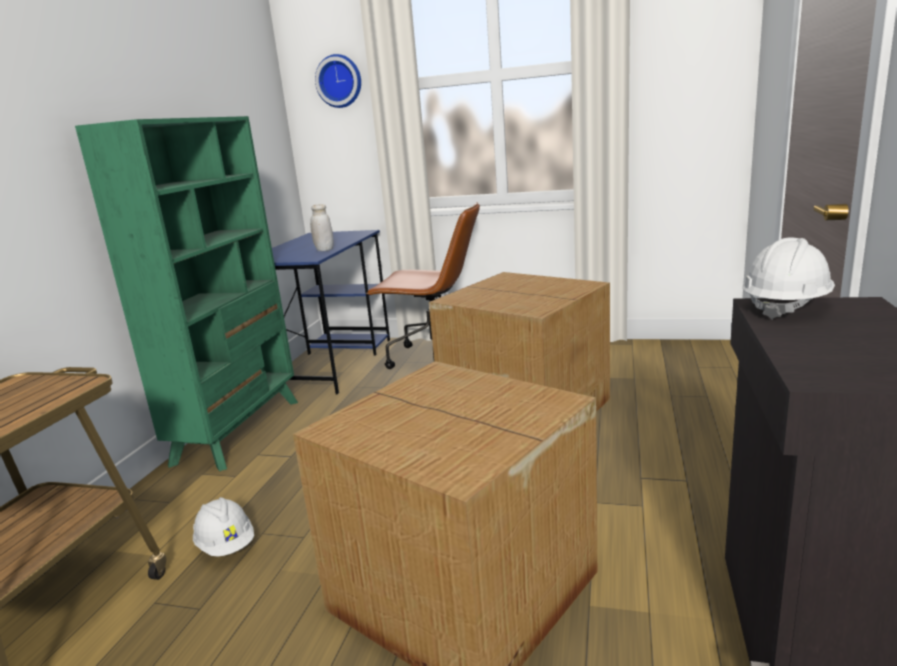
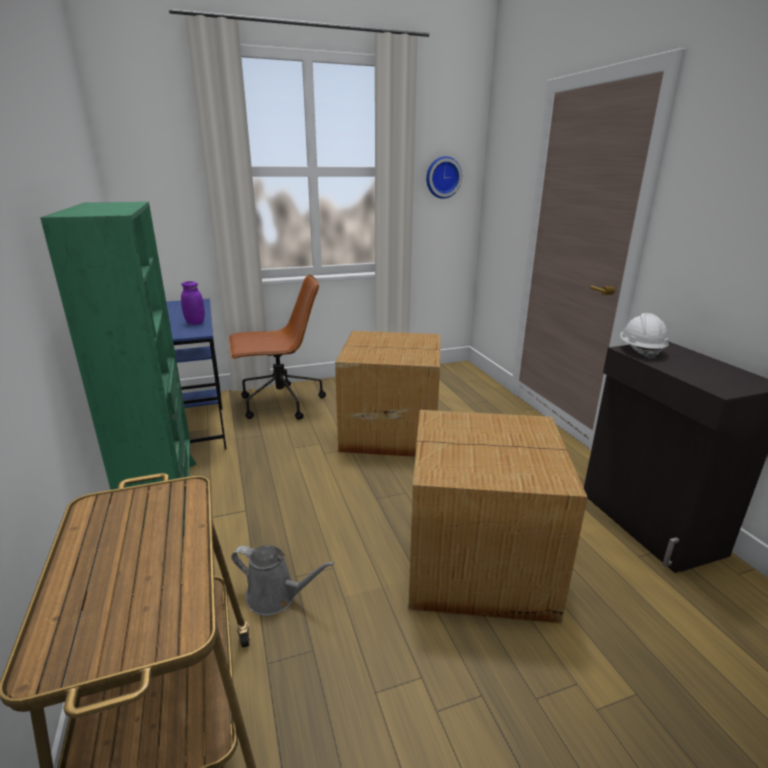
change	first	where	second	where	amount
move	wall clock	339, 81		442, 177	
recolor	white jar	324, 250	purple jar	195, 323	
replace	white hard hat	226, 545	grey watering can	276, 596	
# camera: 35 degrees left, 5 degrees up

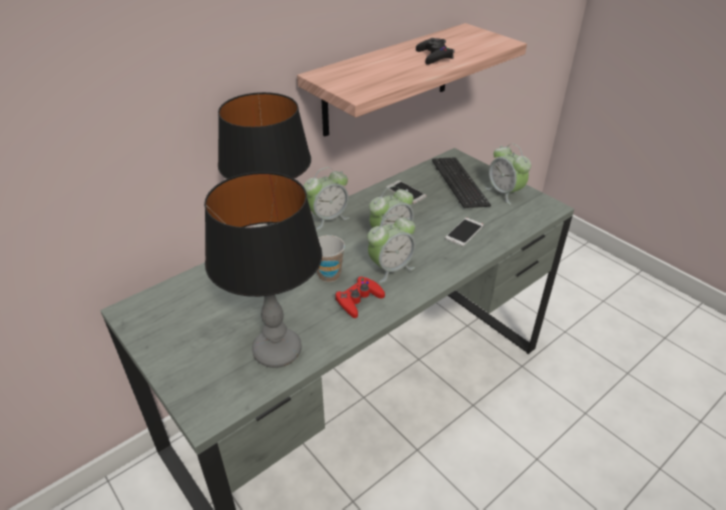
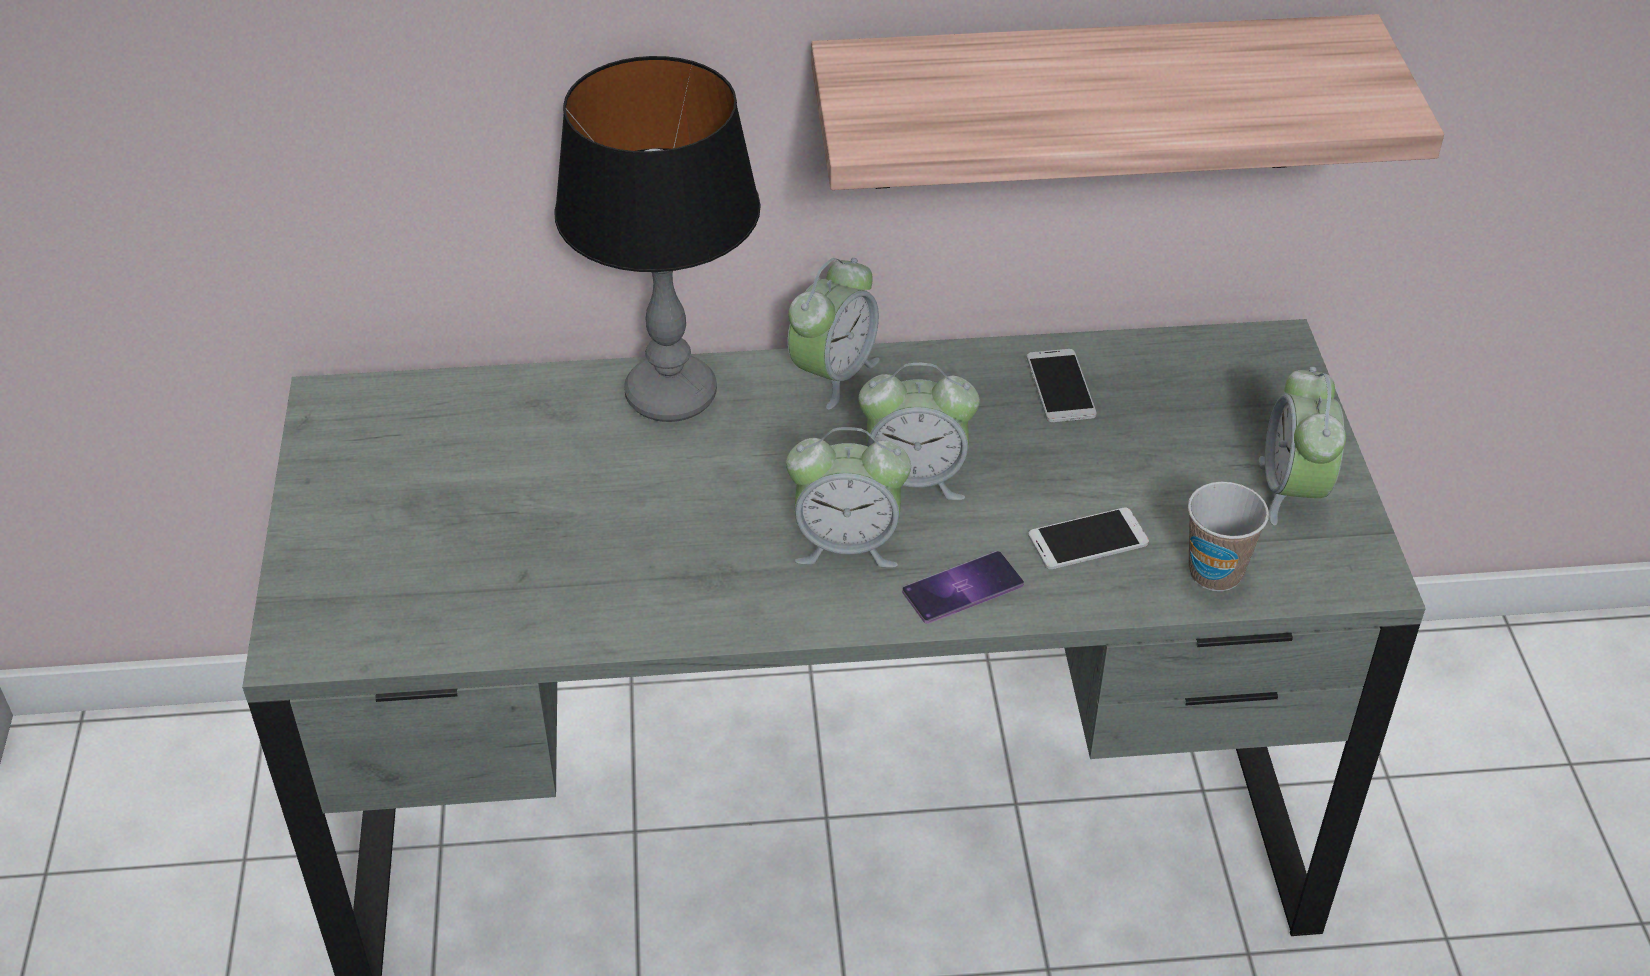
change	first	where	second	where	amount
delete	black game controller	434, 56			
delete	keyboard	459, 183			
rotate	alarm clock	328, 218		833, 374	60 degrees counterclockwise
delete	table lamp	277, 351			
move	cup	329, 275		1215, 573	
delete	red game controller	358, 300			
insert			phone	962, 588	
# camera: 35 degrees right, 5 degrees up

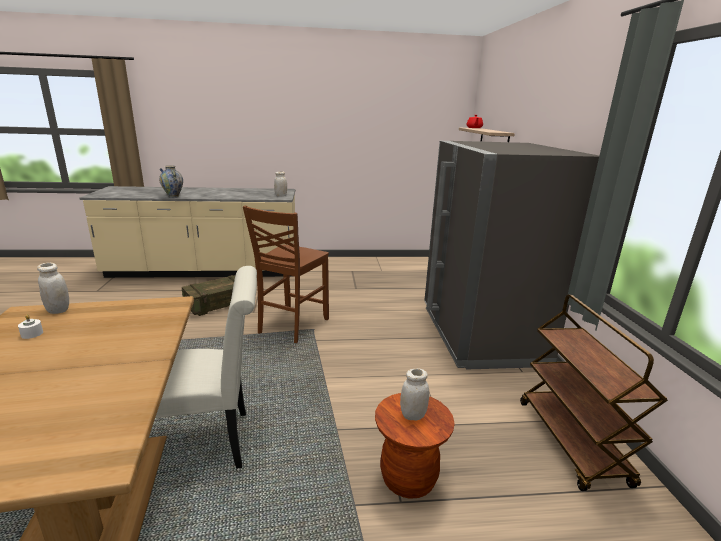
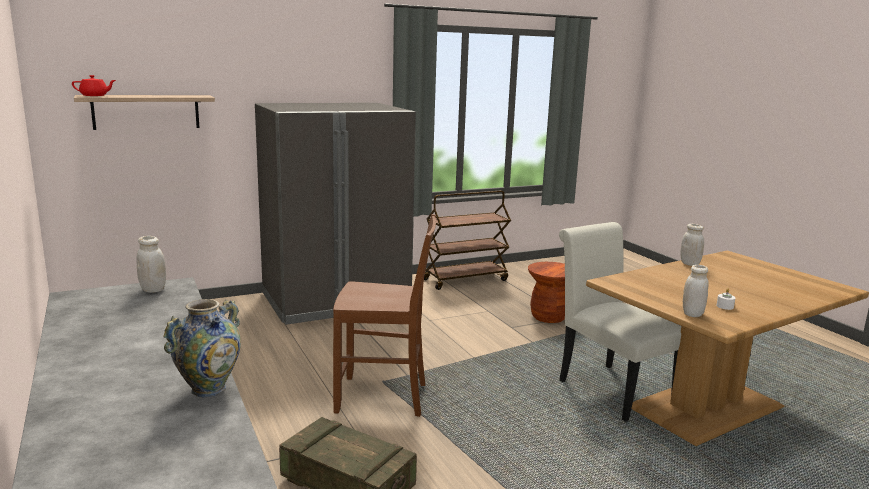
change	first	where	second	where	amount
move	white jar	413, 415		690, 264	
# camera: 110 degrees left, 5 degrees down

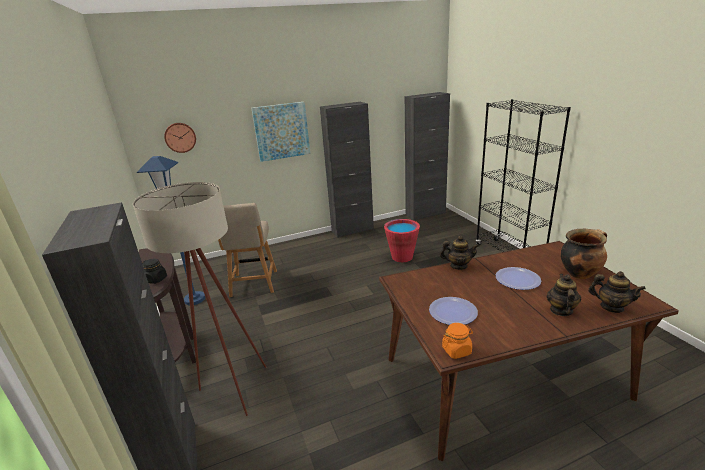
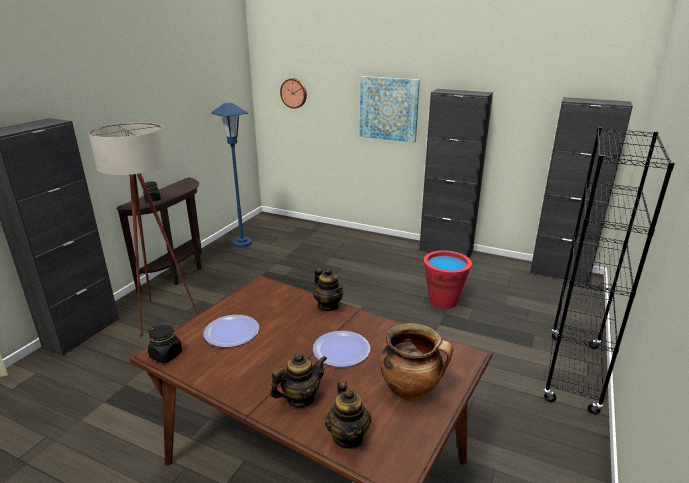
change	first	where	second	where	amount
delete	beige chair	253, 285			
recolor	orange jar	456, 350	black jar	166, 355	
# camera: 45 degrees right, 0 degrees up

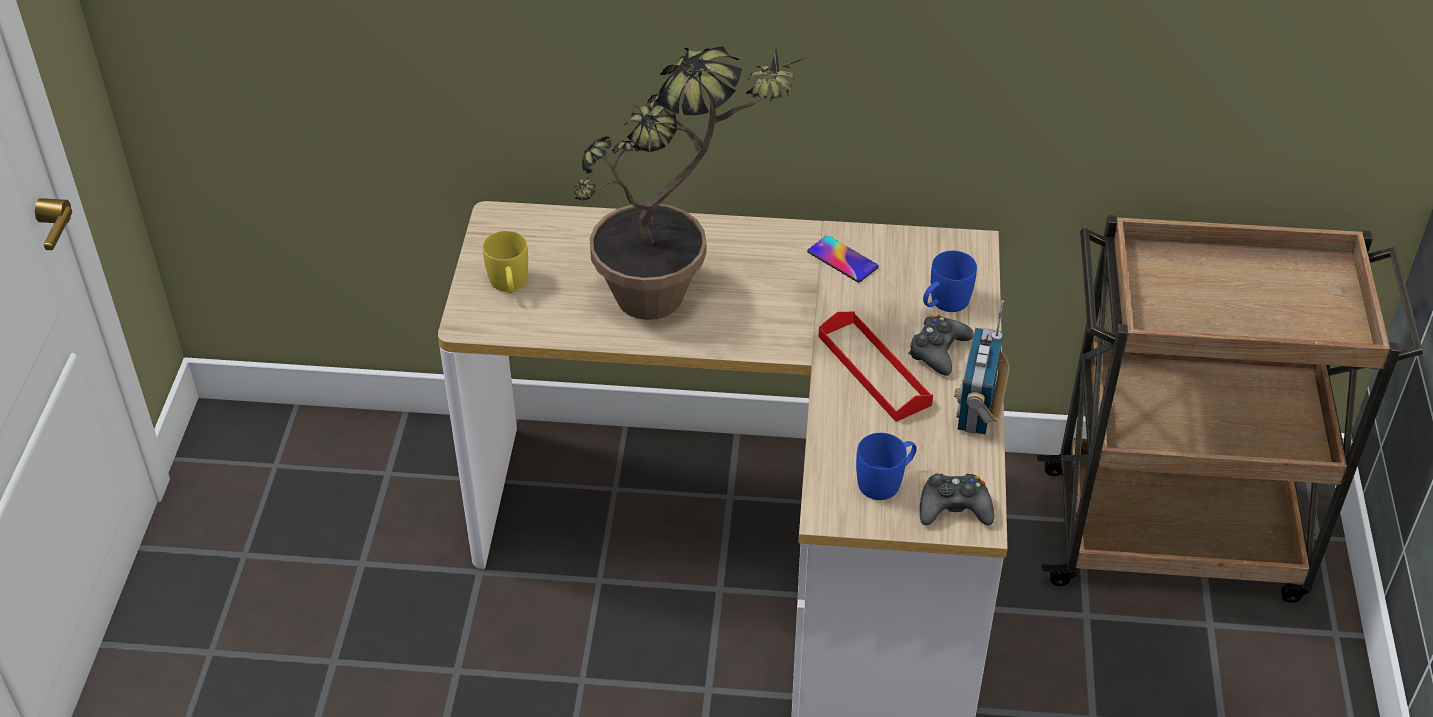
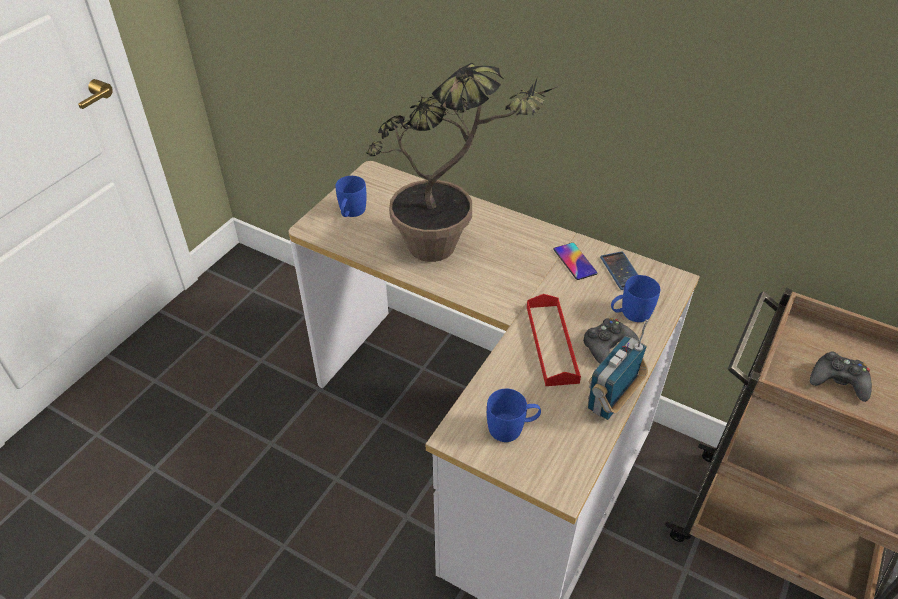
change	first	where	second	where	amount
recolor	yellow mug	509, 285	blue mug	351, 213	
move	black game controller	954, 508		838, 381	
insert			phone	621, 271	
# camera: 25 degrees right, 0 degrees up

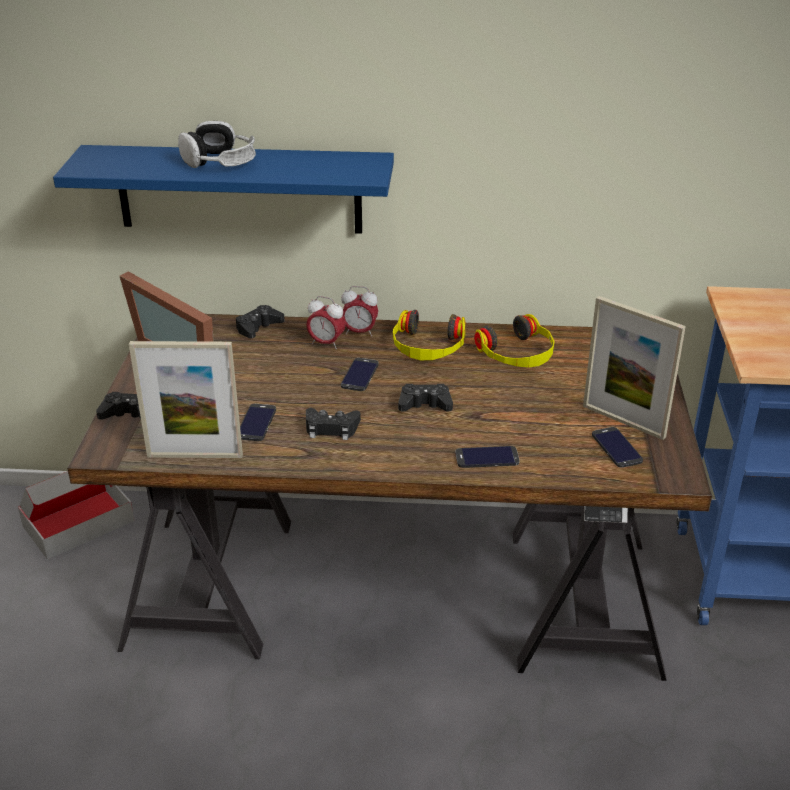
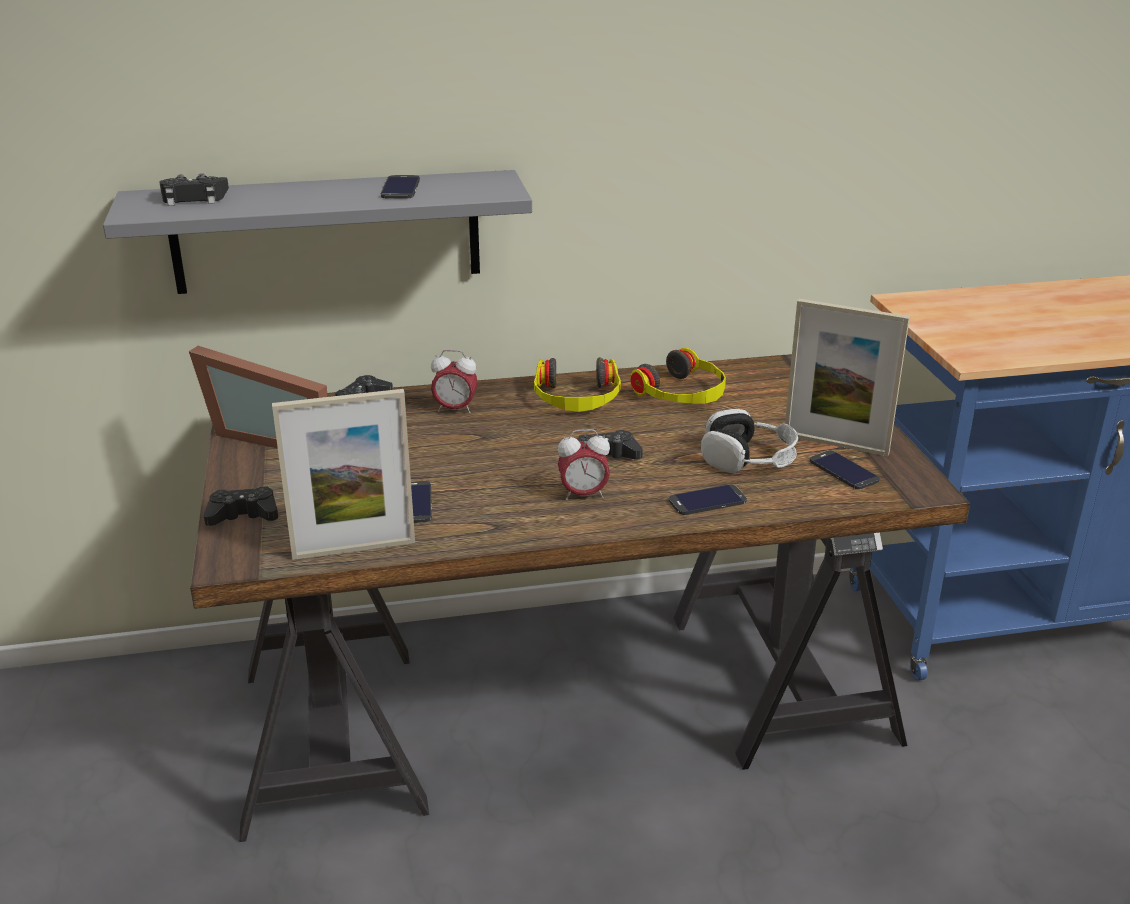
change	first	where	second	where	amount
move	headphones	219, 161		748, 459	
recolor	blue shelf	239, 189	grey shelf	326, 232	
move	alarm clock	359, 332		583, 495	
move	phone	360, 375		400, 188	
move	black game controller	331, 428		193, 198	
delete	cardboard box	79, 523			
# camera: 15 degrees left, 5 degrees down

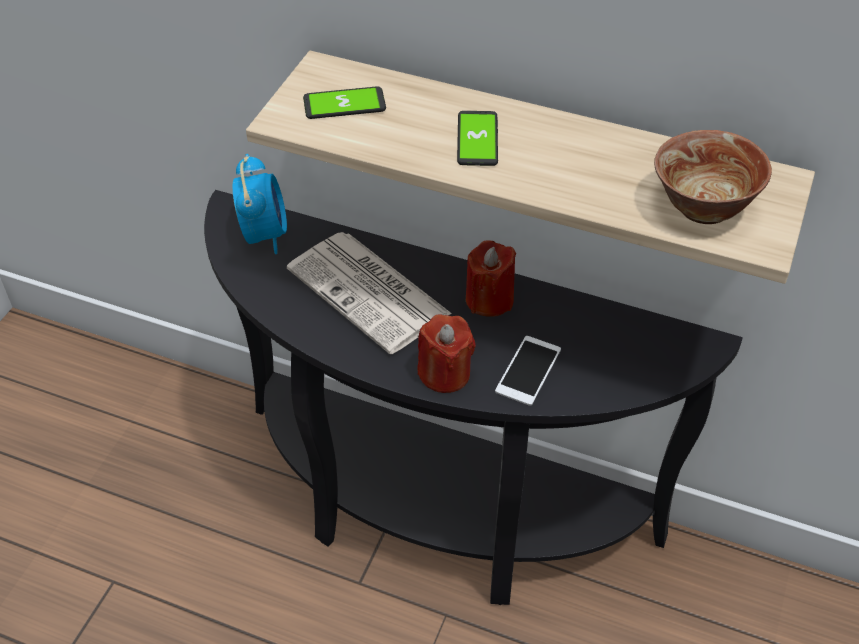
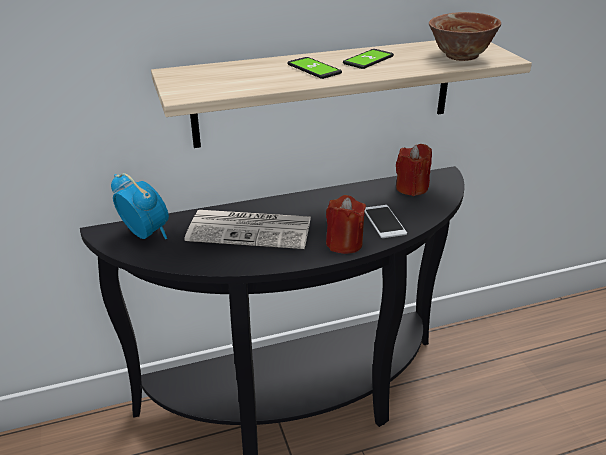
change	first	where	second	where	amount
move	phone	344, 104		368, 60	
move	red candle	489, 299		411, 188	
# camera: 40 degrees left, 15 degrees down

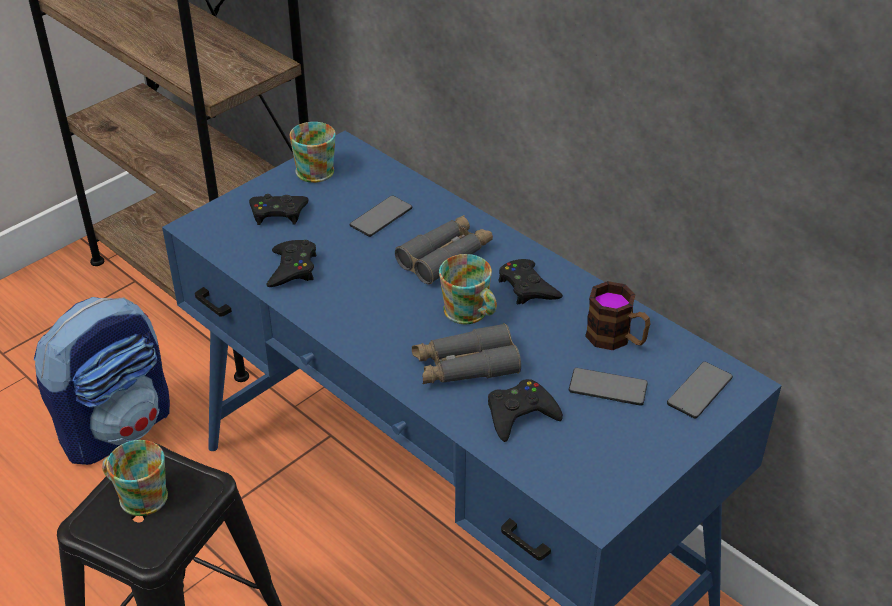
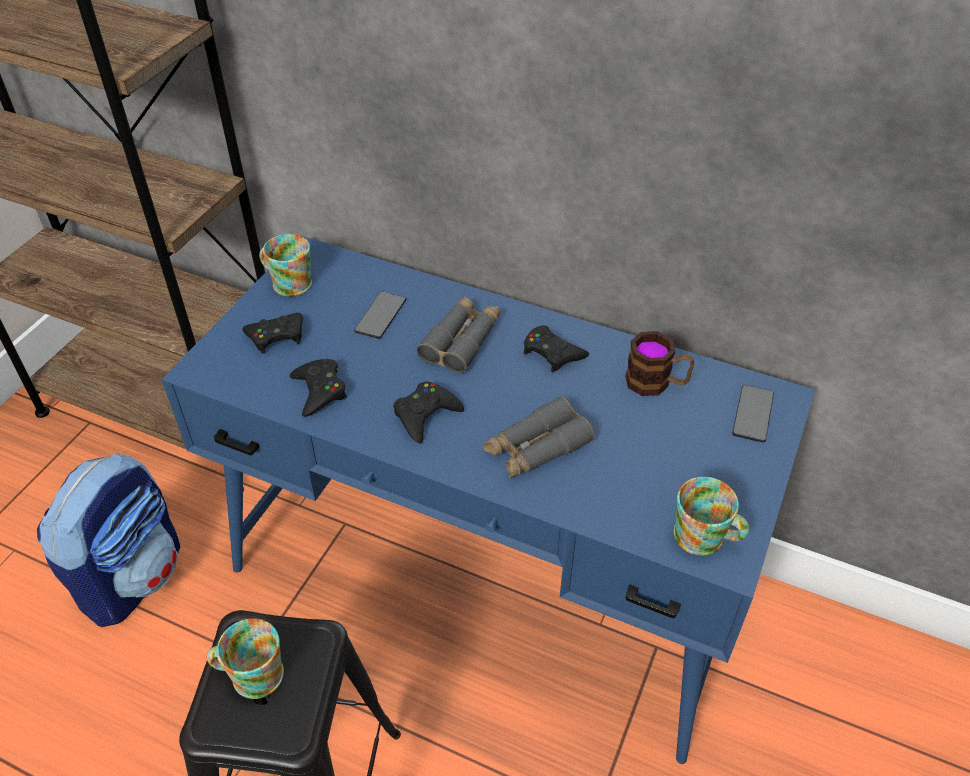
change	first	where	second	where	amount
move	mug	469, 313		705, 538	
delete	phone	607, 388			
move	black game controller	520, 415		425, 415	
# camera: 20 degrees left, 5 degrees up

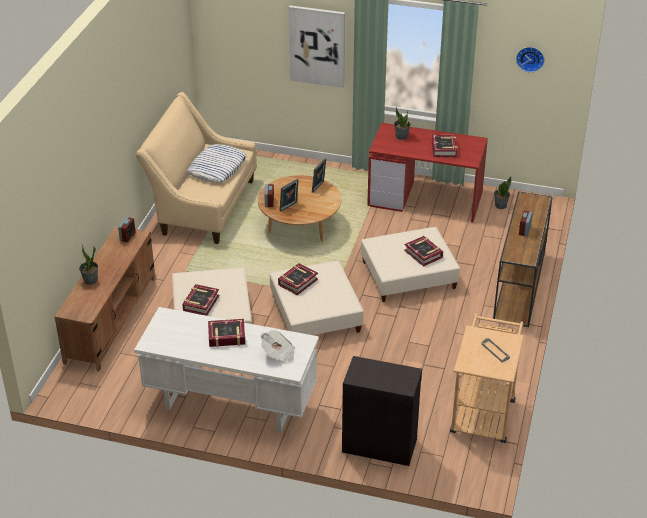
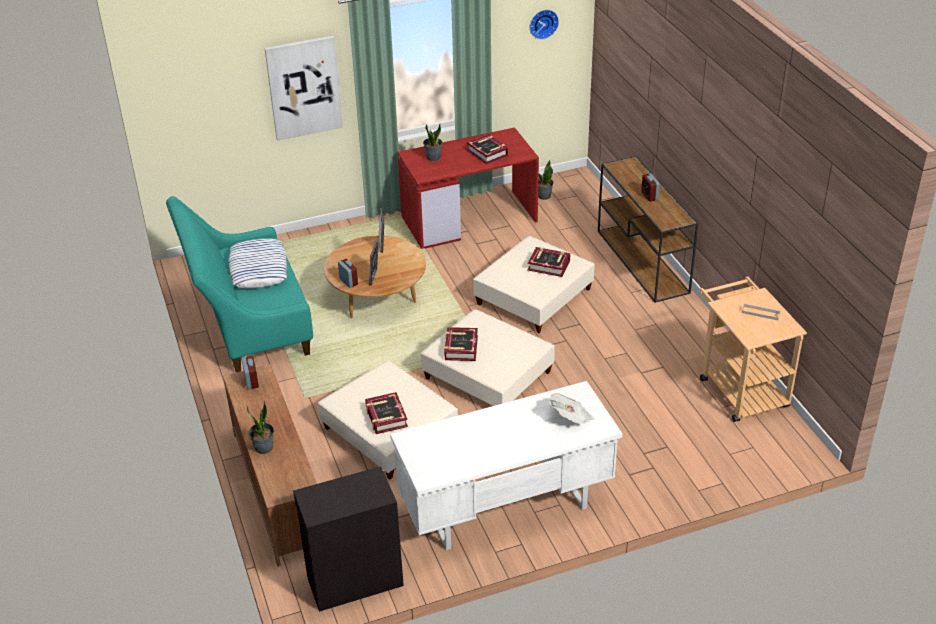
change	first	where	second	where	amount
recolor	beige sofa	202, 206	turquoise sofa	248, 324	
delete	book	227, 336			
move	black cabinet	379, 444		353, 580	
# camera: 35 degrees left, 0 degrees up

